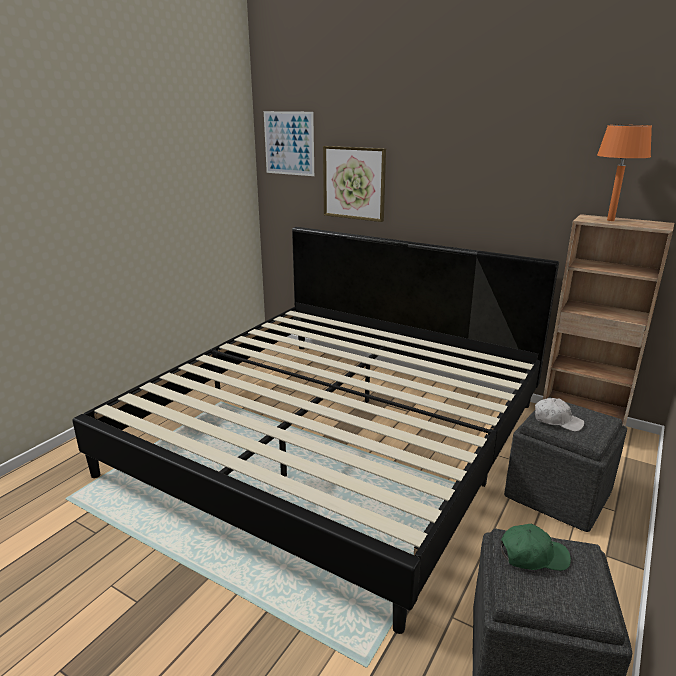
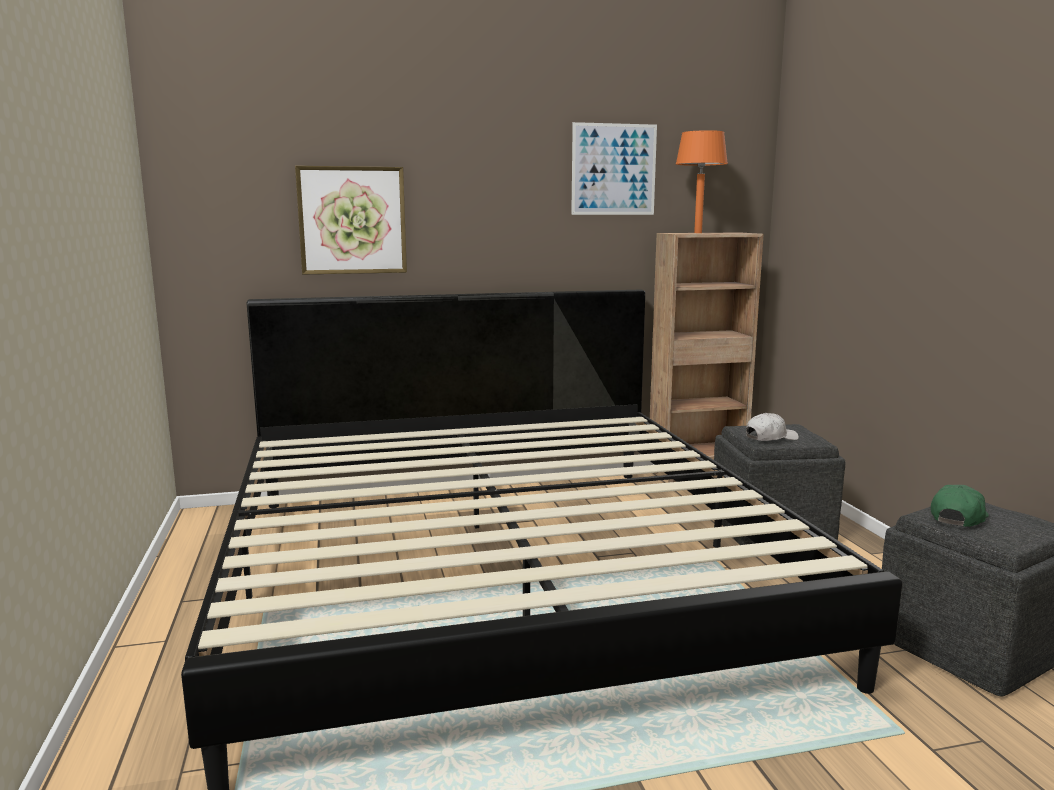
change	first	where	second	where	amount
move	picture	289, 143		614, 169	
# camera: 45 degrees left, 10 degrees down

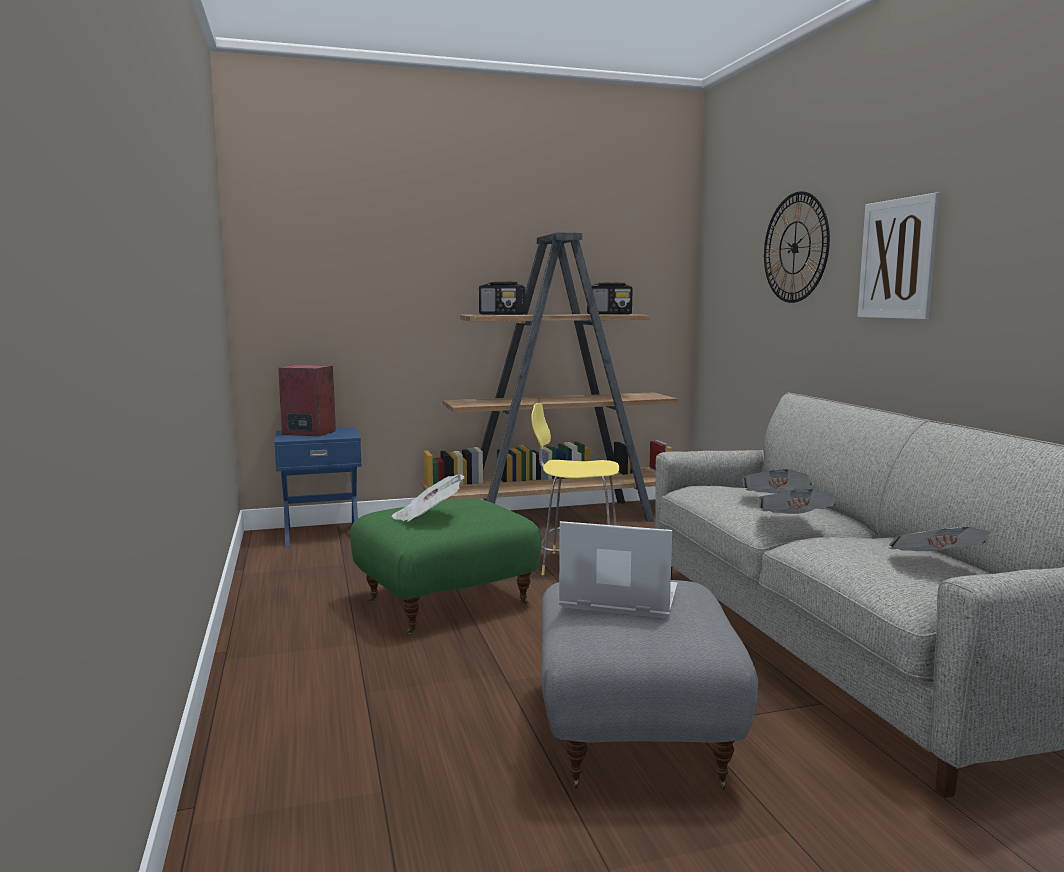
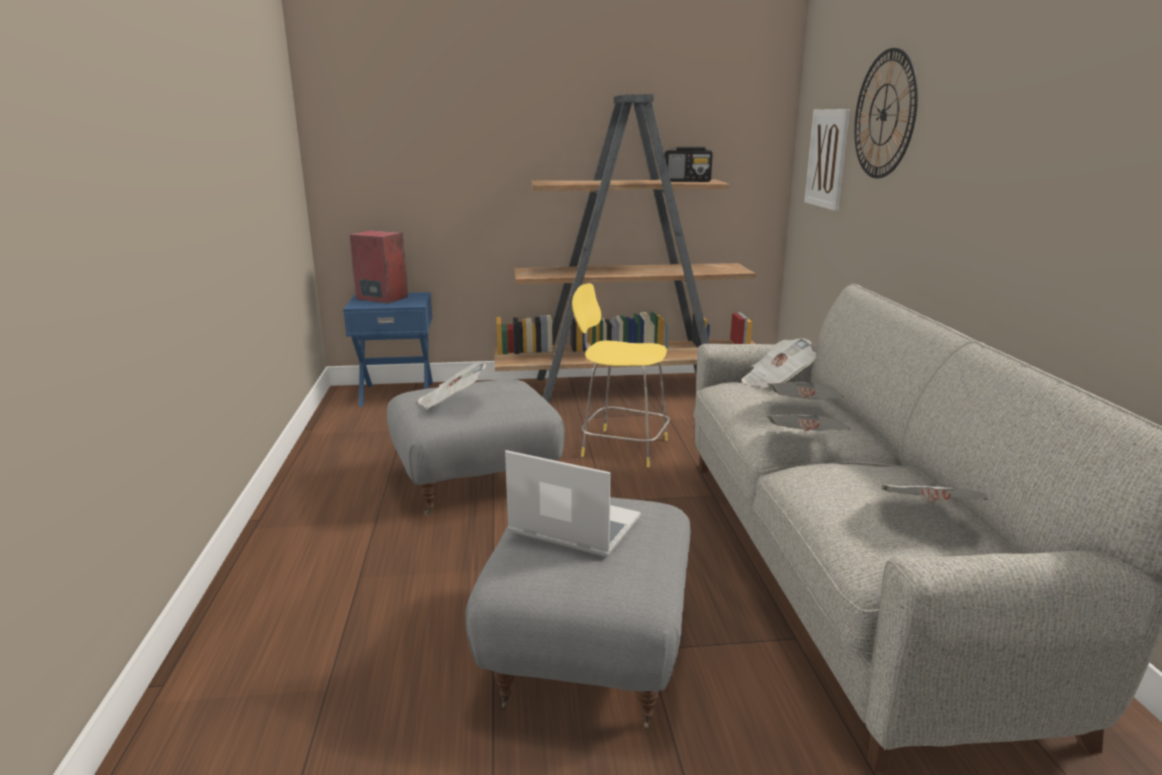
change	first	where	second	where	amount
move	picture	897, 259		827, 158	
delete	radio	502, 314			
recolor	green ottoman	446, 602	grey ottoman	477, 481	
insert			newspaper	775, 381	
# camera: 10 degrees right, 10 degrees up

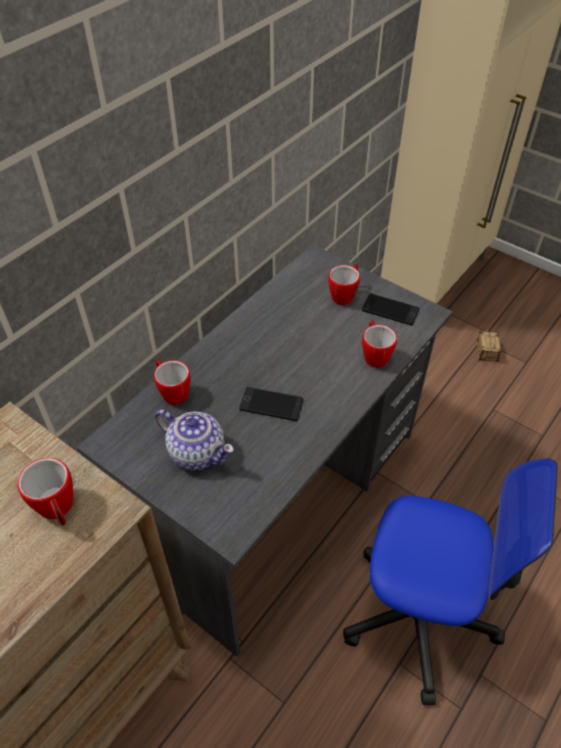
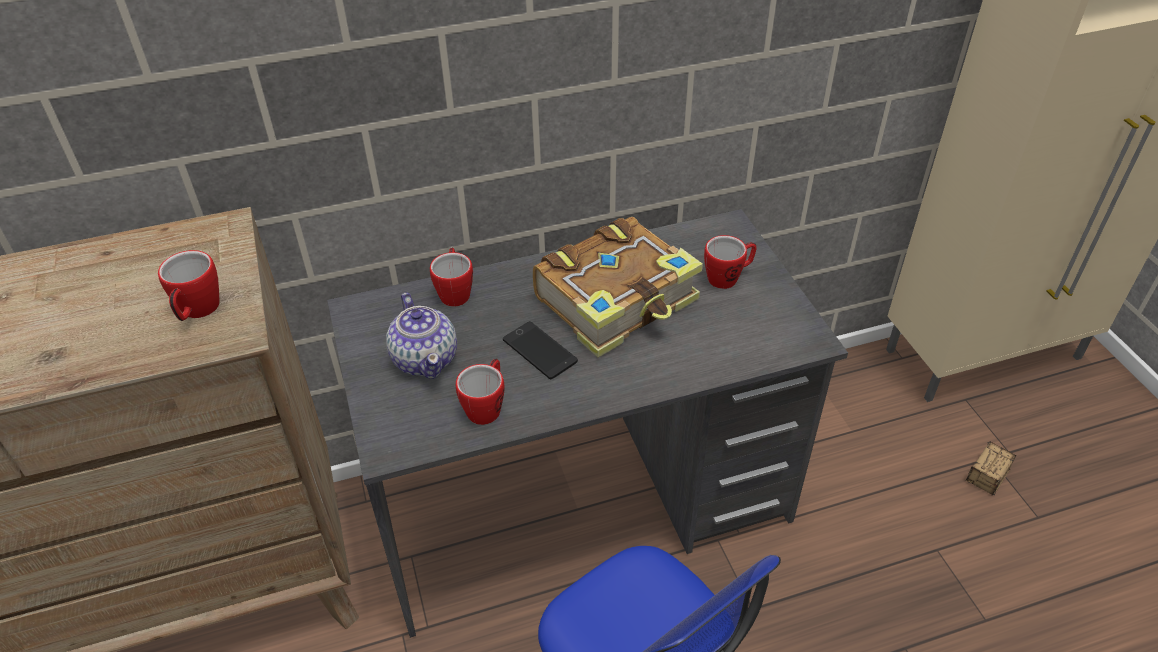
change	first	where	second	where	amount
delete	phone	390, 310			
move	mug	374, 355		487, 406	
insert			book	618, 301	
# camera: 35 degrees right, 5 degrees down

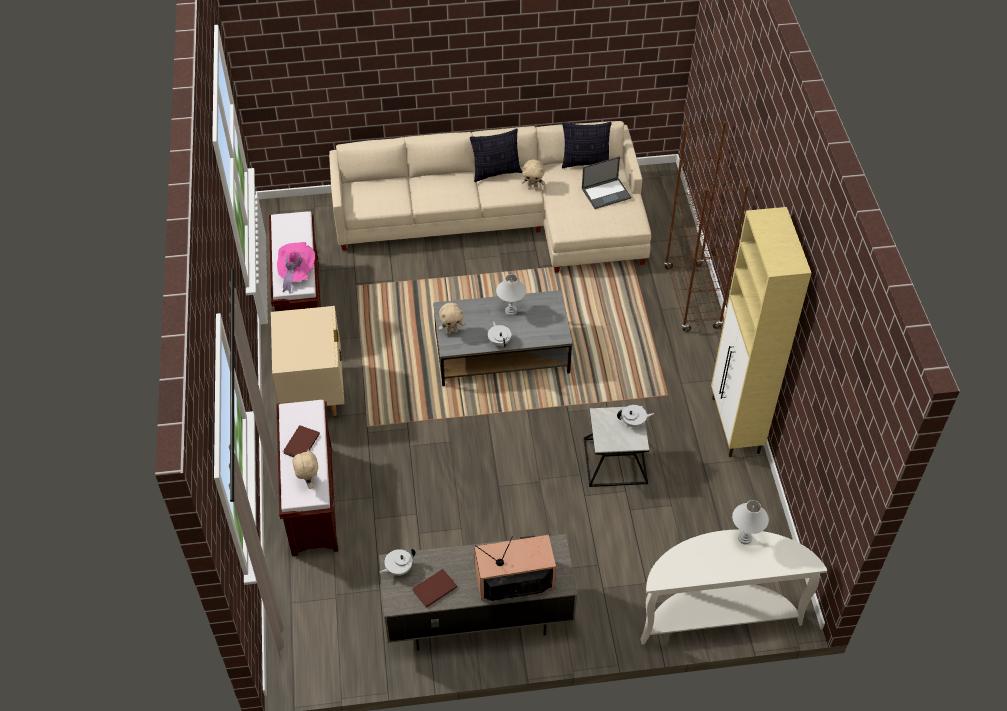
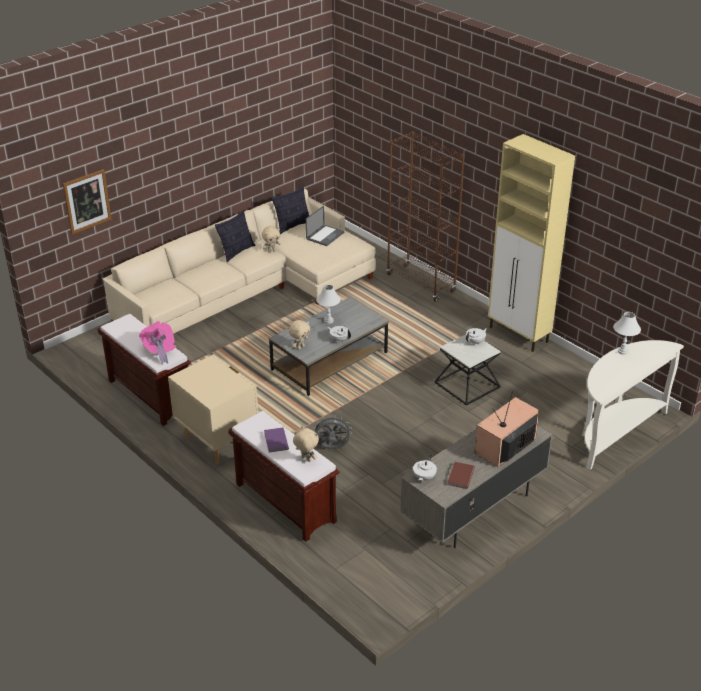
change	first	where	second	where	amount
recolor	brown book	300, 444	purple book	275, 441	
insert			picture	87, 201	
insert			grey fan	332, 448	
# camera: 35 degrees left, 15 degrees down

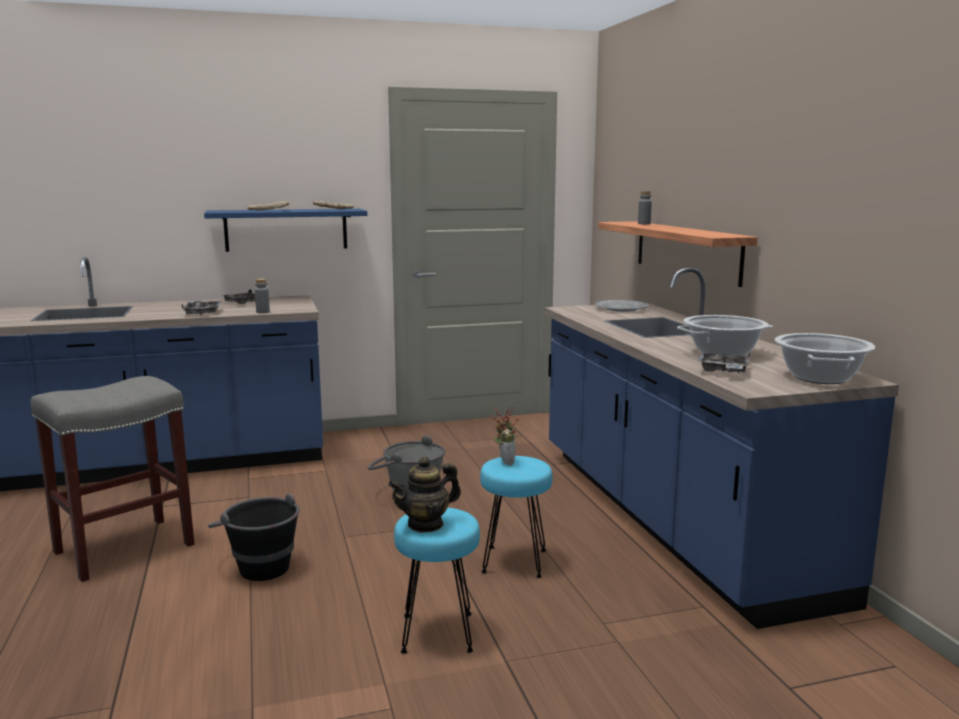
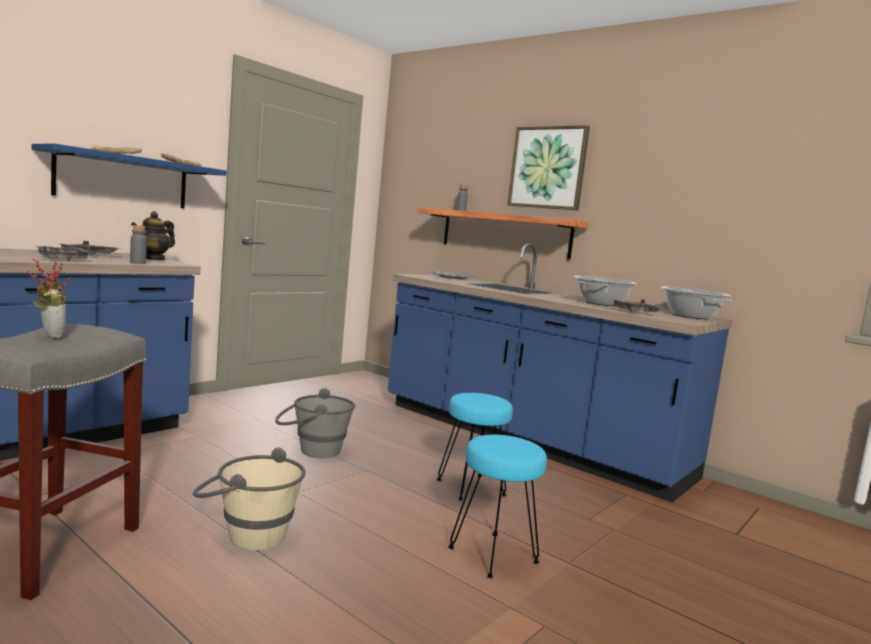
change	first	where	second	where	amount
move	potted plant	504, 462		49, 335	
move	teapot	426, 524		153, 259	
recolor	black bucket	258, 565	beige bucket	246, 534	
insert			picture	548, 168	
# camera: 35 degrees left, 5 degrees down

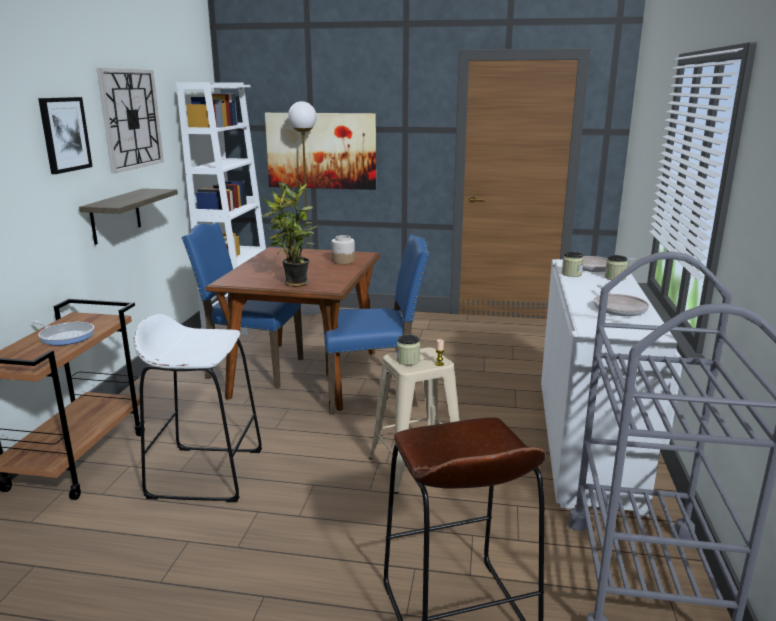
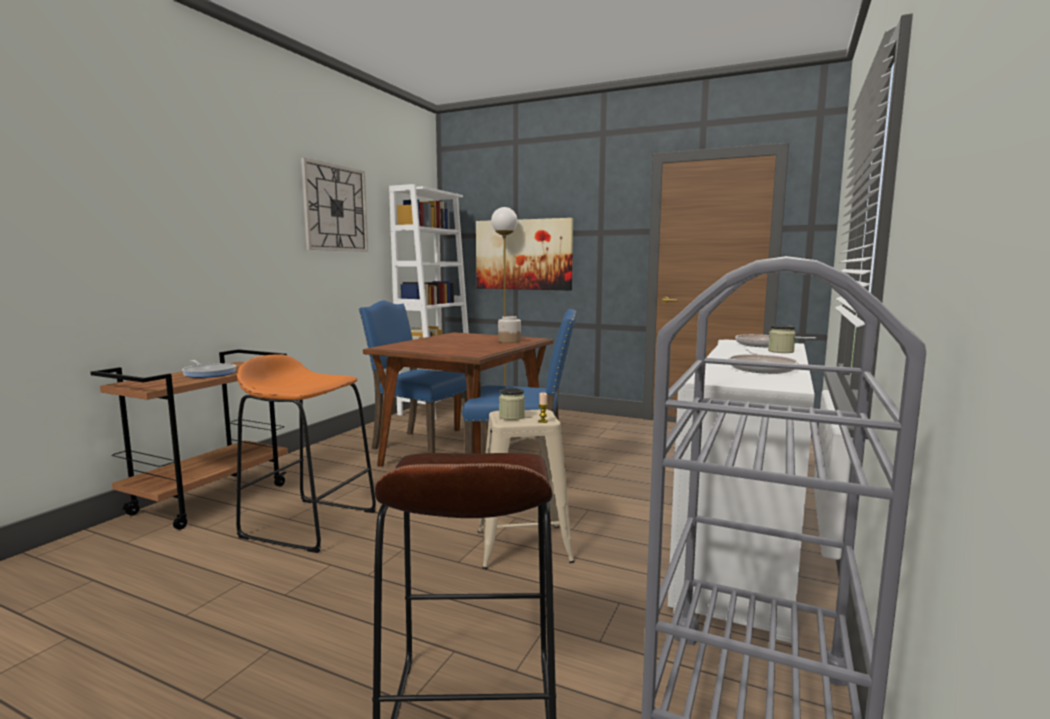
change	first	where	second	where	amount
delete	picture	64, 134			
delete	potted plant	294, 284			
delete	shelf	115, 216			
delete	jar	571, 274			
recolor	white stool	206, 473	orange stool	310, 523	
# camera: 15 degrees right, 10 degrees down

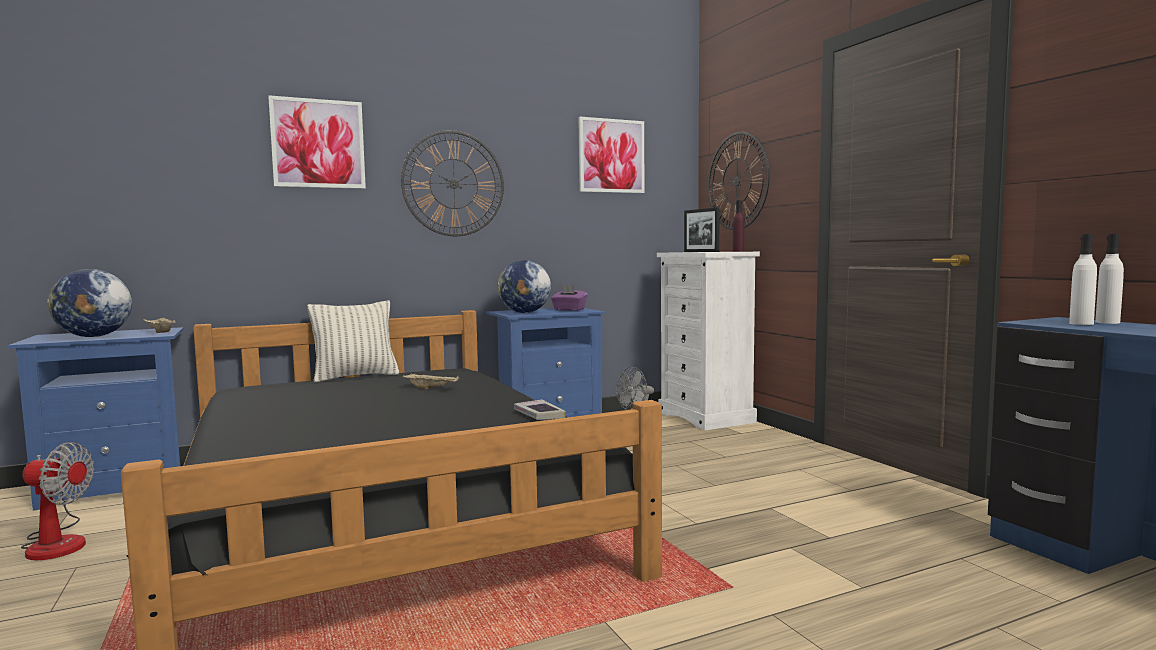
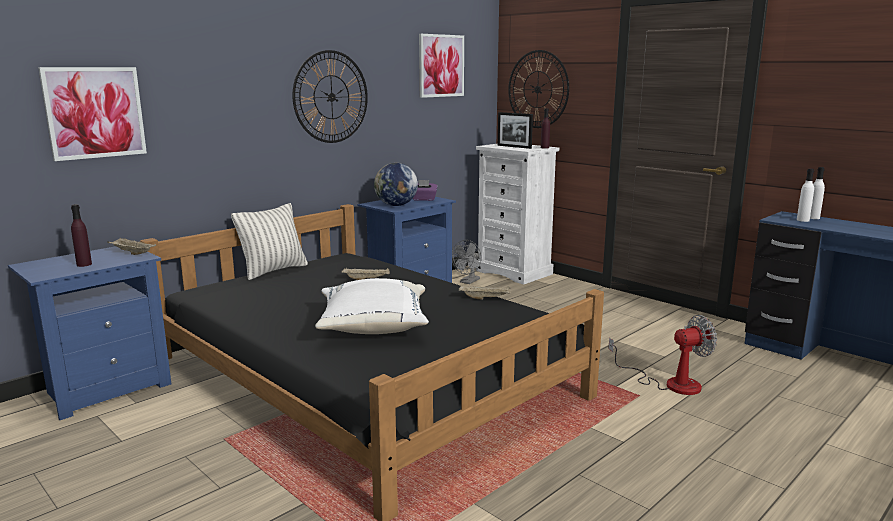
change	first	where	second	where	amount
move	picture	318, 144		95, 112	
replace	globe	93, 336	purple bottle	84, 264	
replace	book	539, 415	beige tray	485, 298	
move	fan	57, 542		670, 383	
insert			white pillow	373, 327	
# camera: 20 degrees left, 10 degrees up

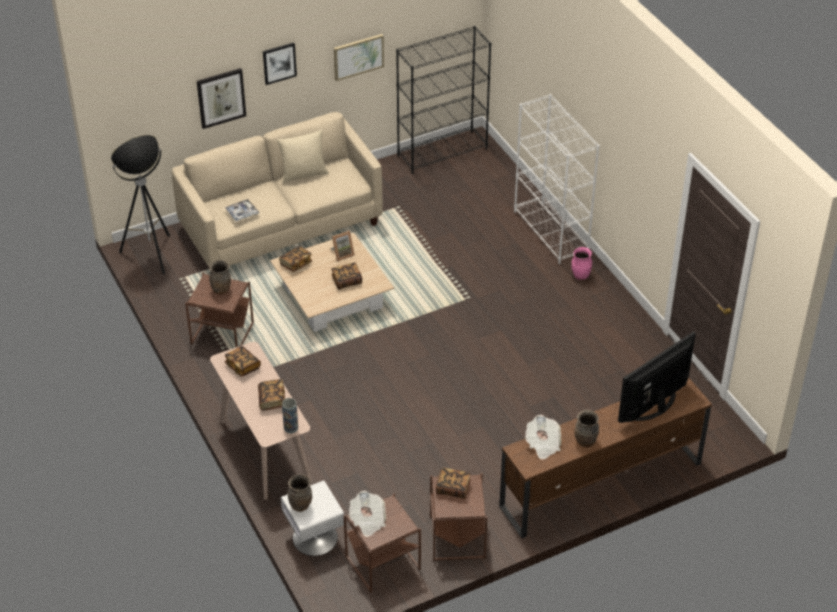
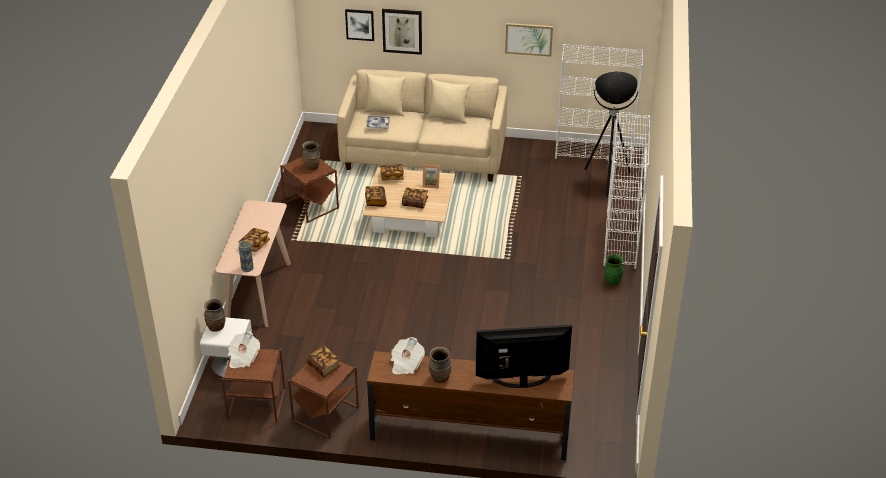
change	first	where	second	where	amount
recolor	black bookcase	442, 152	white bookcase	594, 153	
move	picture	279, 63		360, 24	
move	floor lamp	151, 255		606, 180	
recolor	pink vase	580, 275	green vase	612, 281	
move	book	242, 366		375, 201	
insert			beige pillow	385, 111	
# camera: 35 degrees right, 5 degrees down

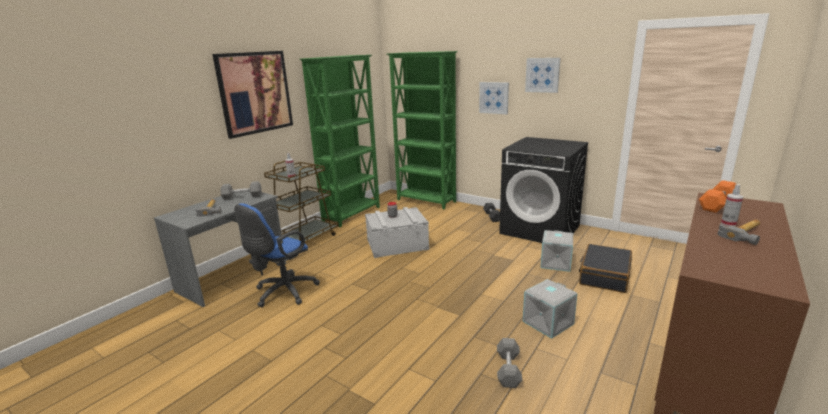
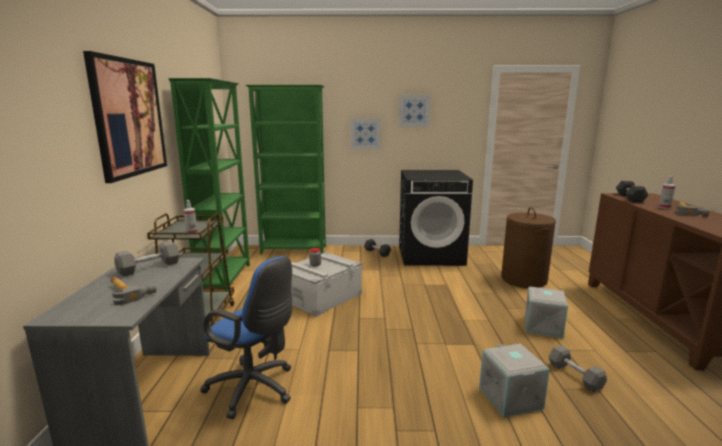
change	first	where	second	where	amount
recolor	orange dumbbell	717, 205	grey dumbbell	630, 198	
rotate	blue office chair	283, 293		255, 389	60 degrees counterclockwise
move	grey storage box	556, 263		511, 398	
replace	black suitcase	604, 275	brown laundry basket	524, 279	
# camera: 35 degrees left, 5 degrees down

